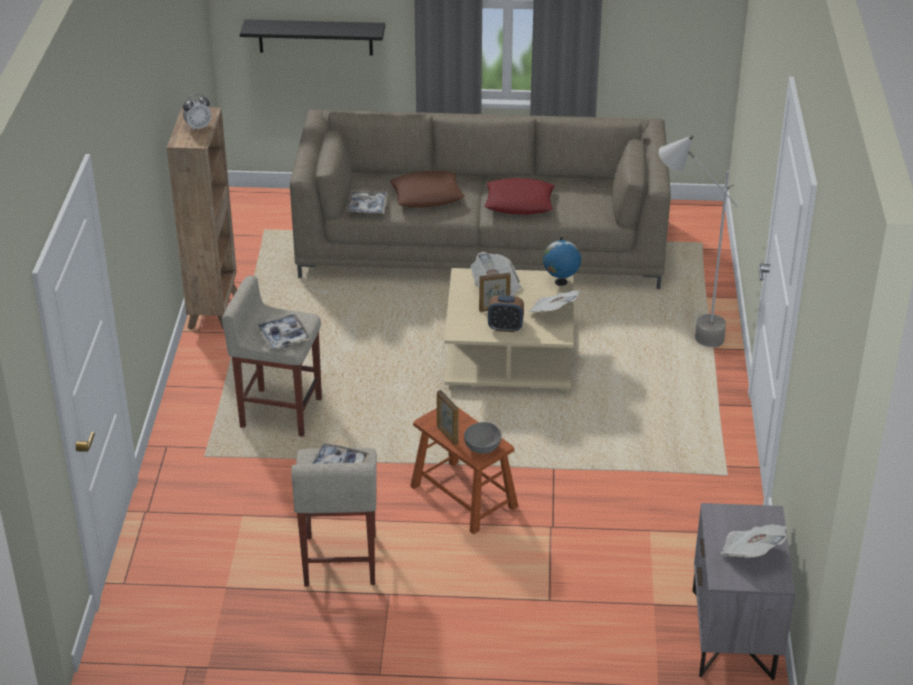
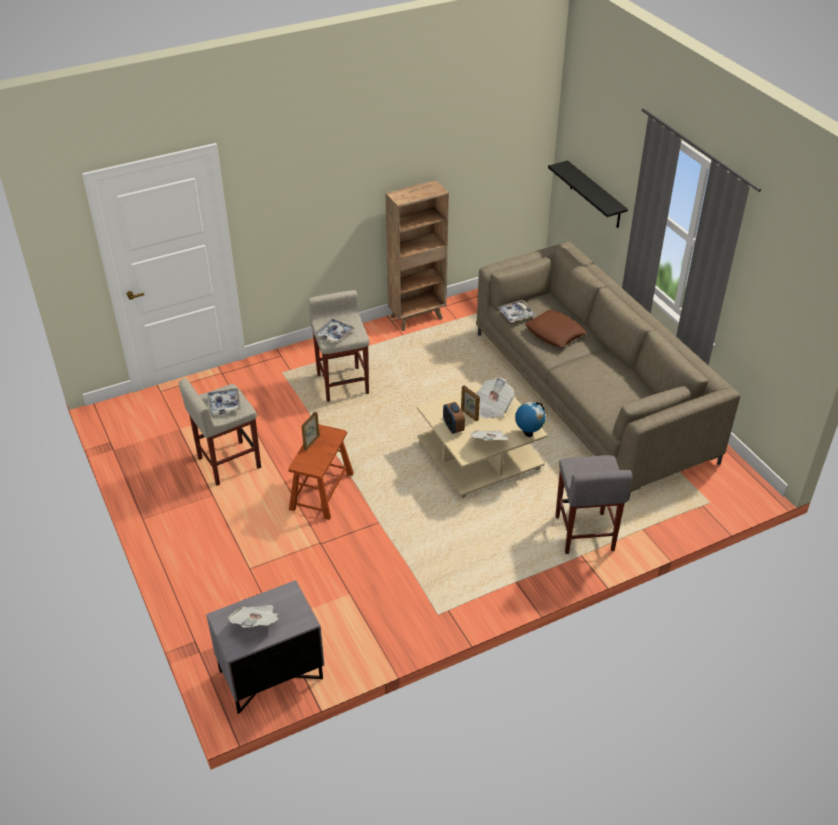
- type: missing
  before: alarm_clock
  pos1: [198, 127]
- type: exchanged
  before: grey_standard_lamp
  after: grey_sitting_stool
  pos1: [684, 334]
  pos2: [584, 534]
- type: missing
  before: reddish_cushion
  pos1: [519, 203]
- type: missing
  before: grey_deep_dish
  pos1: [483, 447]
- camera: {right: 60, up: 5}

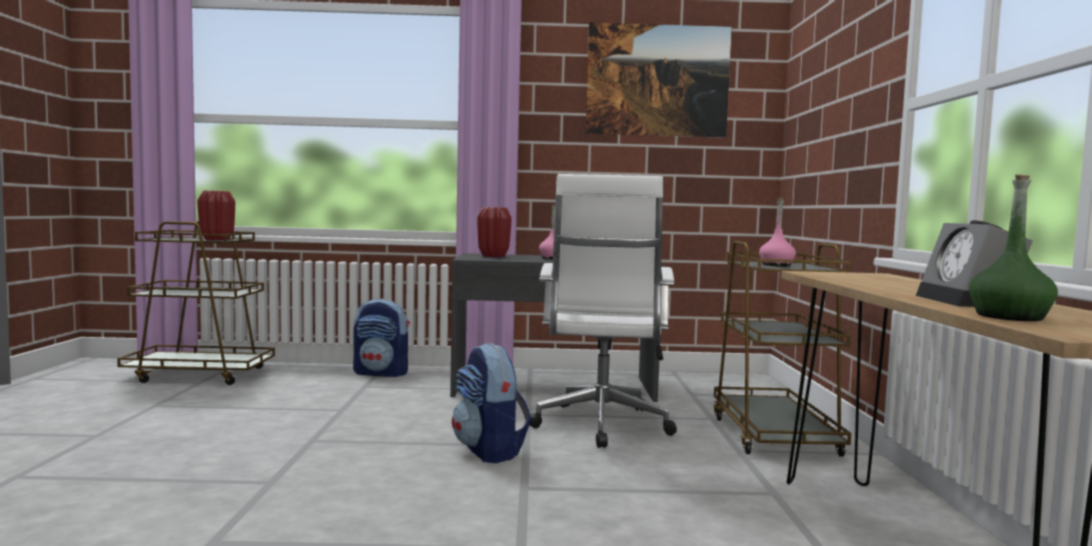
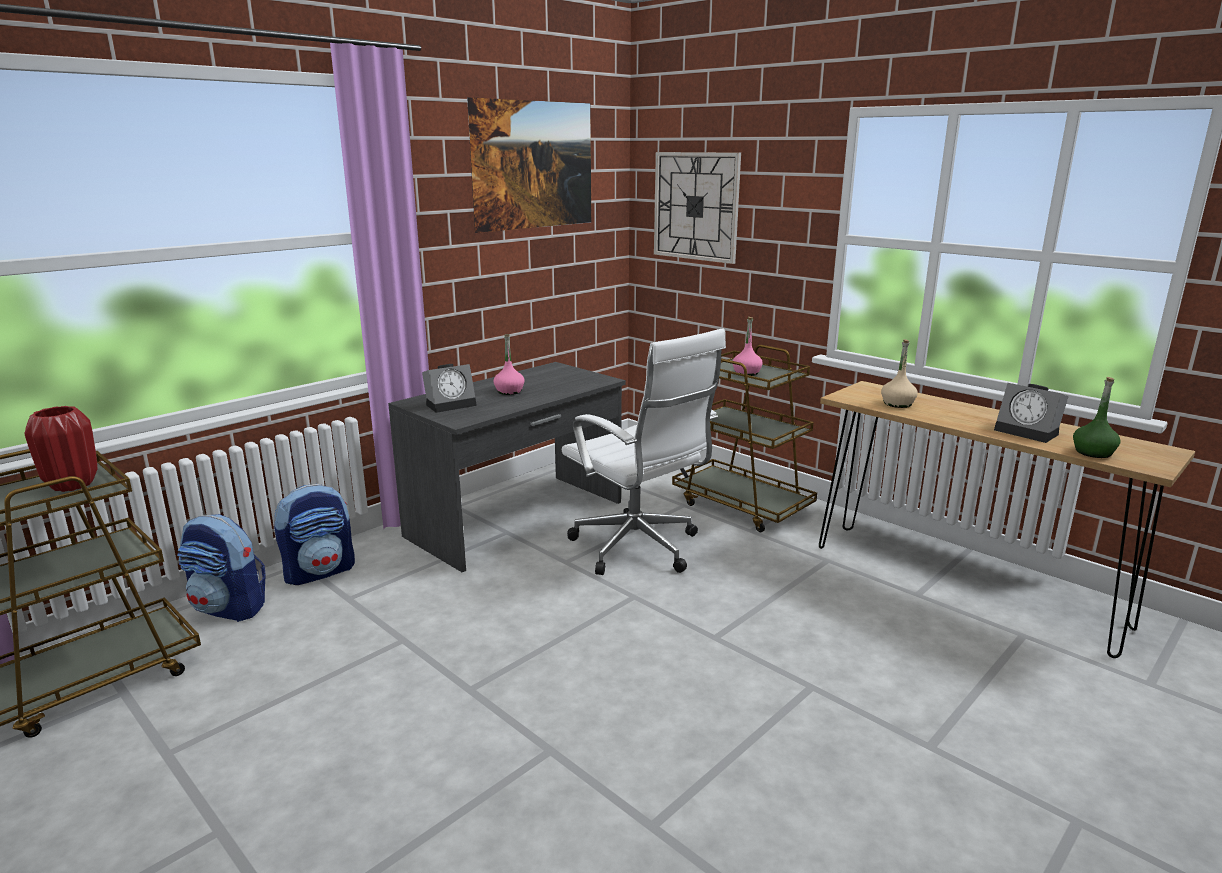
- type: exchanged
  before: reddish_flower_vase
  after: alarm_clock
  pos1: [494, 256]
  pos2: [451, 404]
- type: relocated
  before: knapsack
  pos1: [489, 451]
  pos2: [229, 608]
- type: appeared
  after: hanging_clock
  pos2: [696, 206]
- type: appeared
  after: beige_drink_bottle
  pos2: [897, 404]
- camera: {right: -45, up: 15}

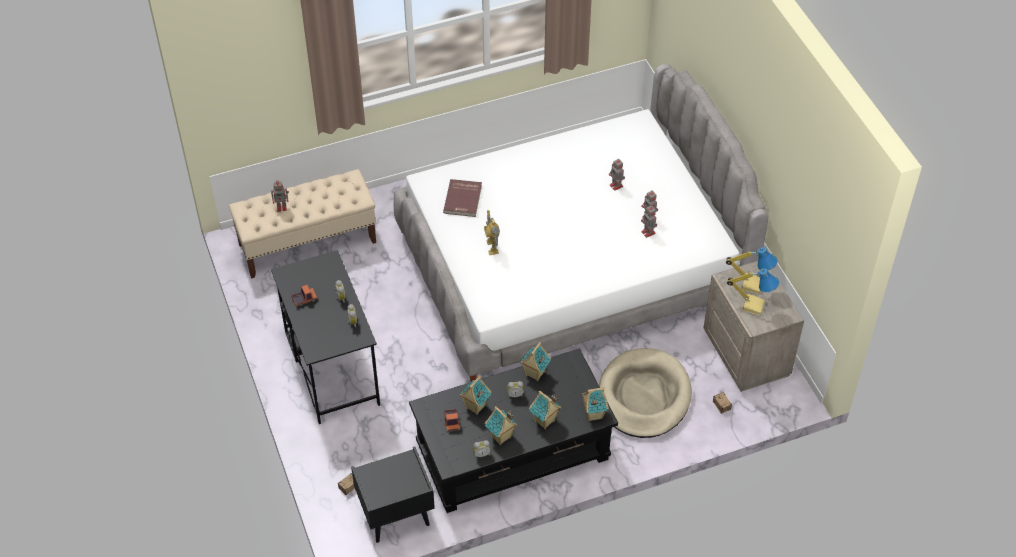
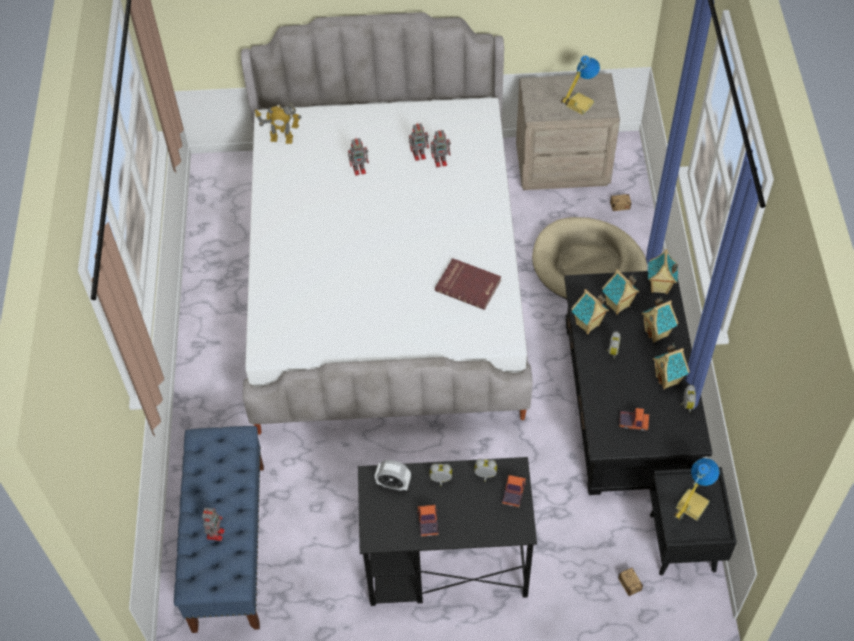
- type: colour
  before: beige_indoor_bench
  after: bluish_indoor_bench
  pos1: [308, 243]
  pos2: [229, 545]
- type: relocated
  before: reddish_bound_book
  pos1: [463, 199]
  pos2: [468, 285]
- type: relocated
  before: robot_figure
  pos1: [492, 247]
  pos2: [281, 139]
- type: relocated
  before: lamp_for_a_table
  pos1: [752, 284]
  pos2: [691, 504]
- type: relocated
  before: model_house
  pos1: [475, 407]
  pos2: [618, 306]
- type: appeared
  after: alarm_clock
  pos2: [393, 484]
- type: appeared
  after: model_truck
  pos2: [513, 493]
- camera: {right: -70, up: 5}

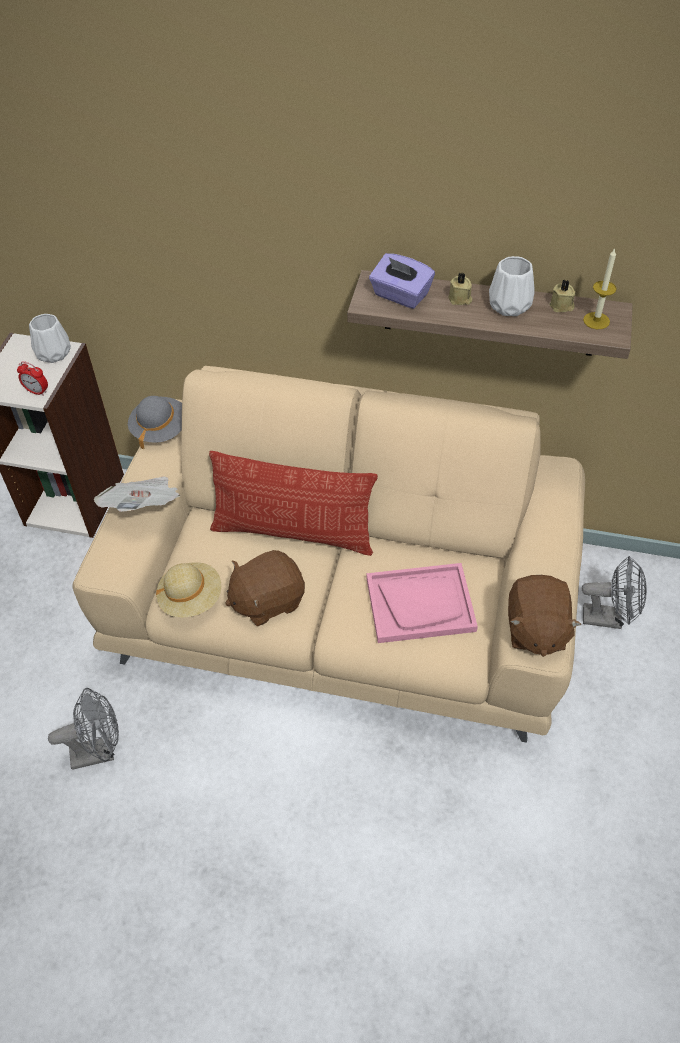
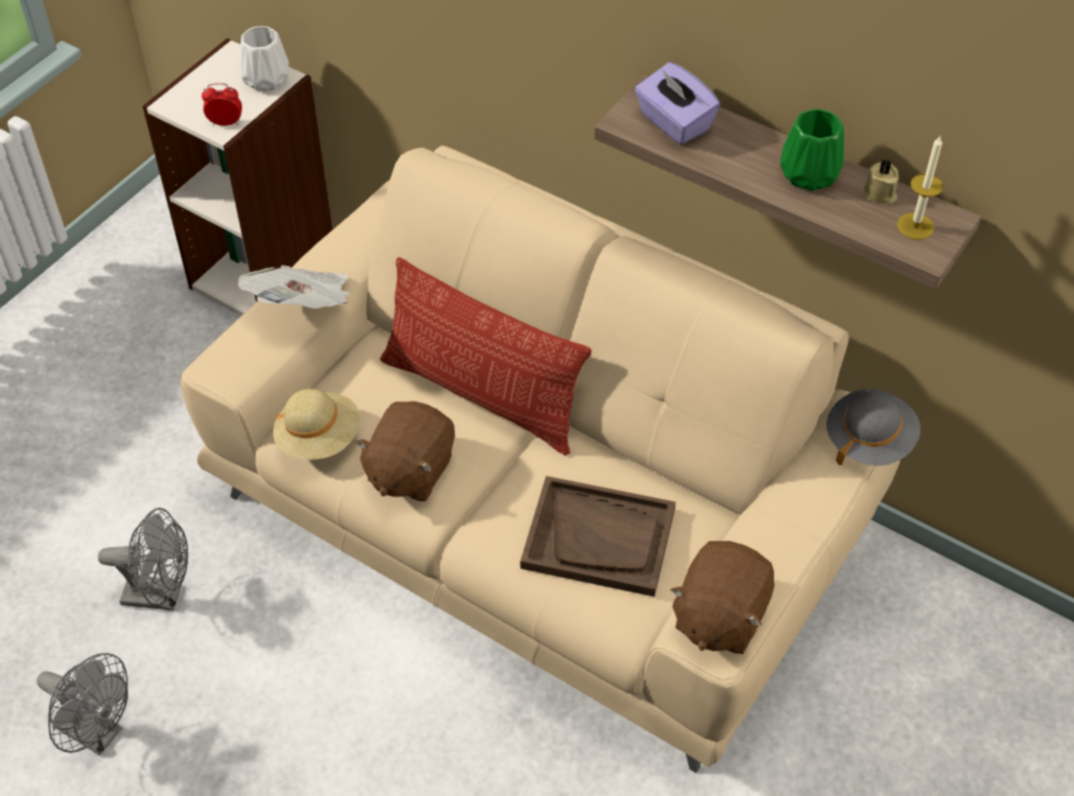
- type: colour
  before: white-coloured_flower_vase
  after: greenish_flower_vase
  pos1: [508, 306]
  pos2: [807, 174]
- type: missing
  before: beige_candle
  pos1: [460, 299]
- type: spun
  before: alarm_clock
  pos1: [37, 391]
  pos2: [225, 123]
  turn: 135
- type: relocated
  before: grey_clothing_hat
  pos1: [160, 430]
  pos2: [869, 440]
- type: spun
  before: brown-coloured_cuddly_toy
  pos1: [267, 600]
  pos2: [409, 470]
  turn: -60
- type: relocated
  before: grey_fan
  pos1: [608, 618]
  pos2: [98, 733]
- type: colour
  before: pink_serving_tray
  after: brown-coloured_serving_tray
  pos1: [420, 604]
  pos2: [599, 538]
- camera: {right: 20, up: 0}

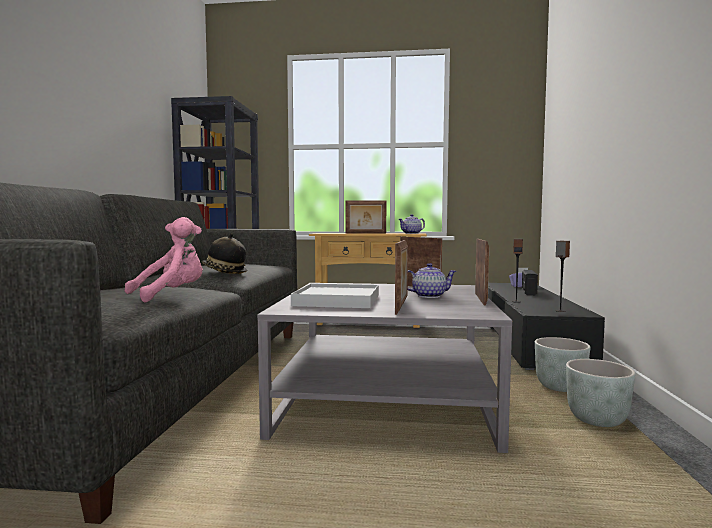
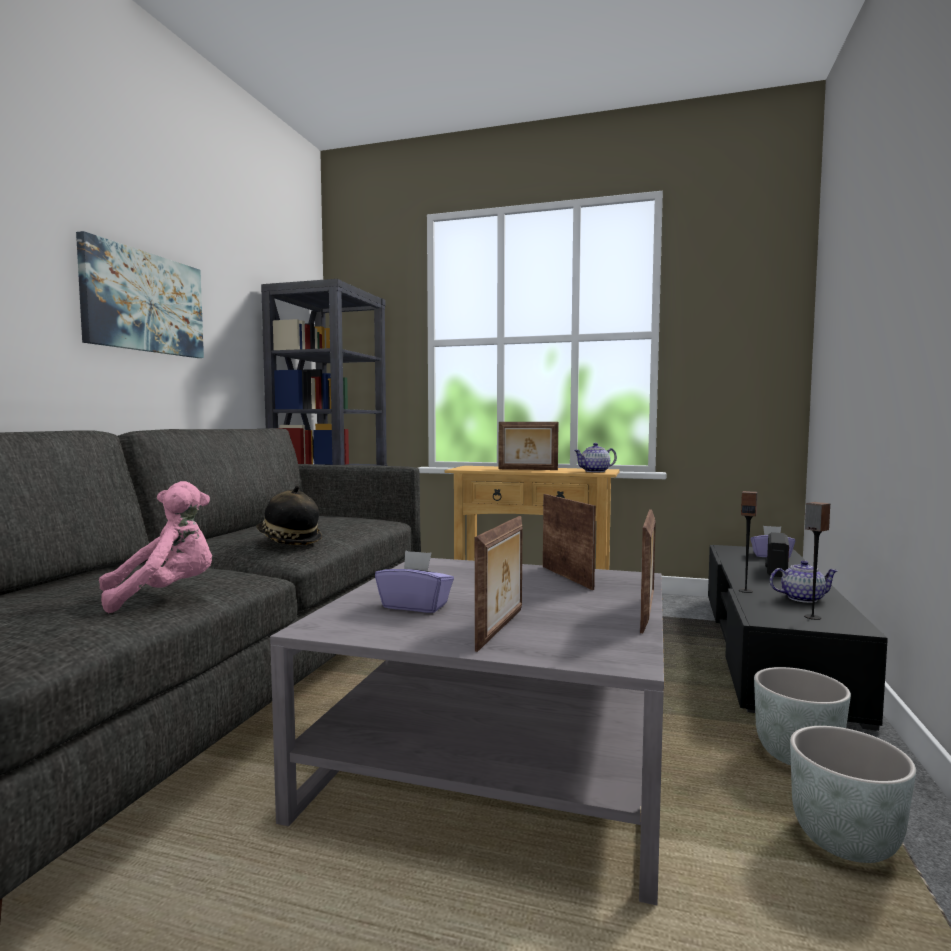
- type: relocated
  before: pot_for_tea
  pos1: [428, 296]
  pos2: [801, 598]
- type: exchanged
  before: white-coloured_serving_tray
  after: purplish_box_of_tissues
  pos1: [337, 300]
  pos2: [415, 606]
- type: appeared
  after: wall_picture
  pos2: [144, 302]
- camera: {right: 10, up: 0}

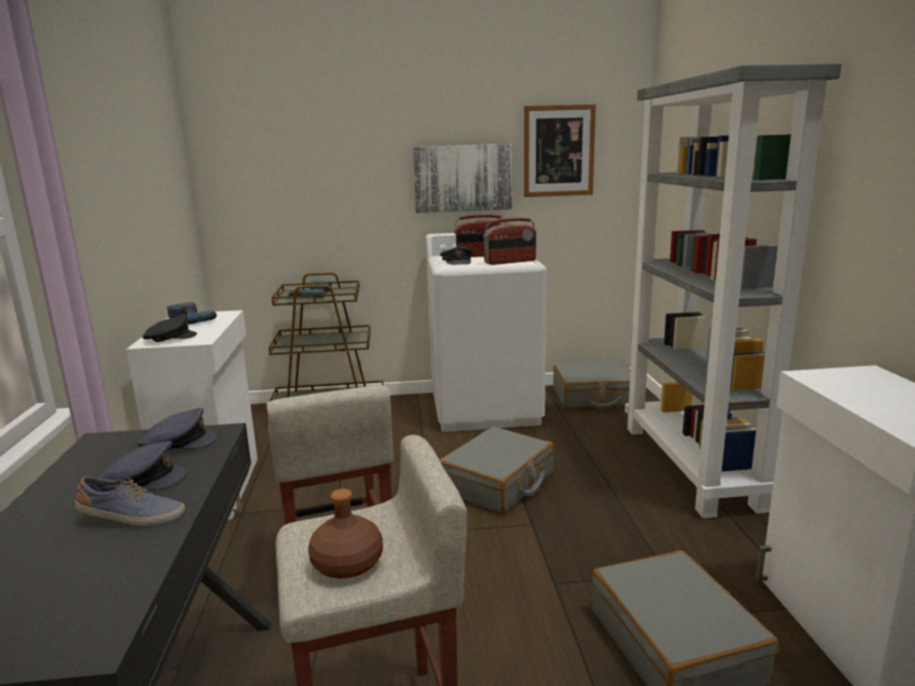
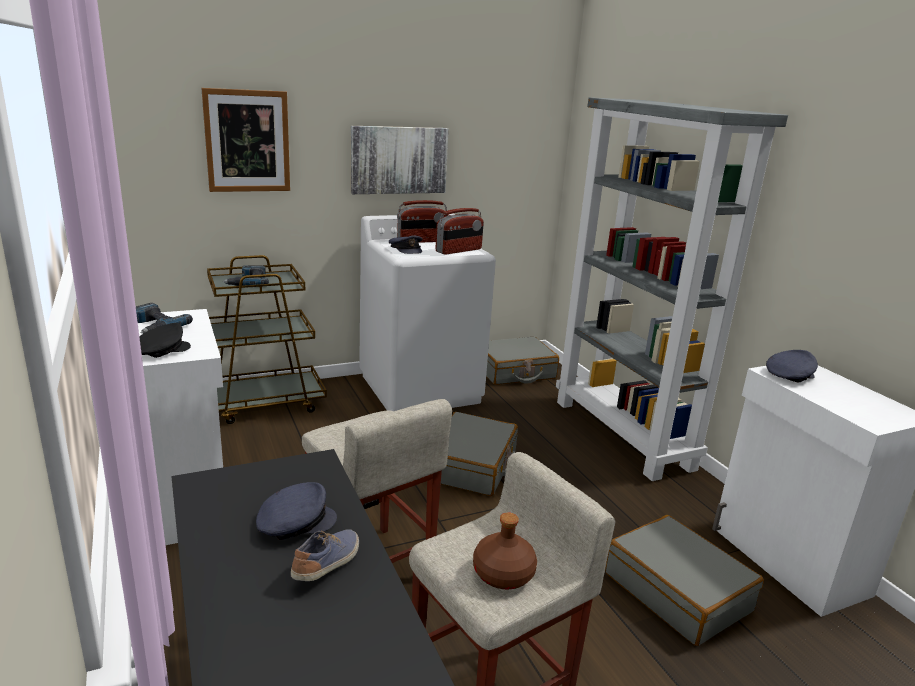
- type: relocated
  before: wall_picture
  pos1: [558, 151]
  pos2: [247, 141]
- type: relocated
  before: grey_peaked_cap
  pos1: [178, 443]
  pos2: [789, 375]
- type: spun
  before: item_of_footwear
  pos1: [131, 518]
  pos2: [328, 564]
  turn: -45
- camera: {right: -20, up: 5}

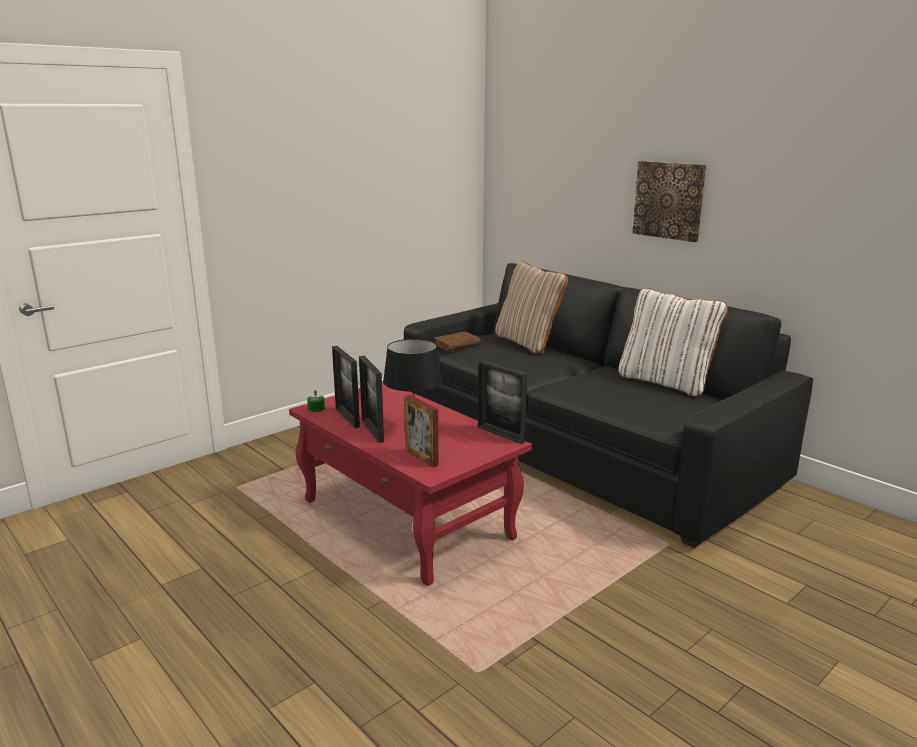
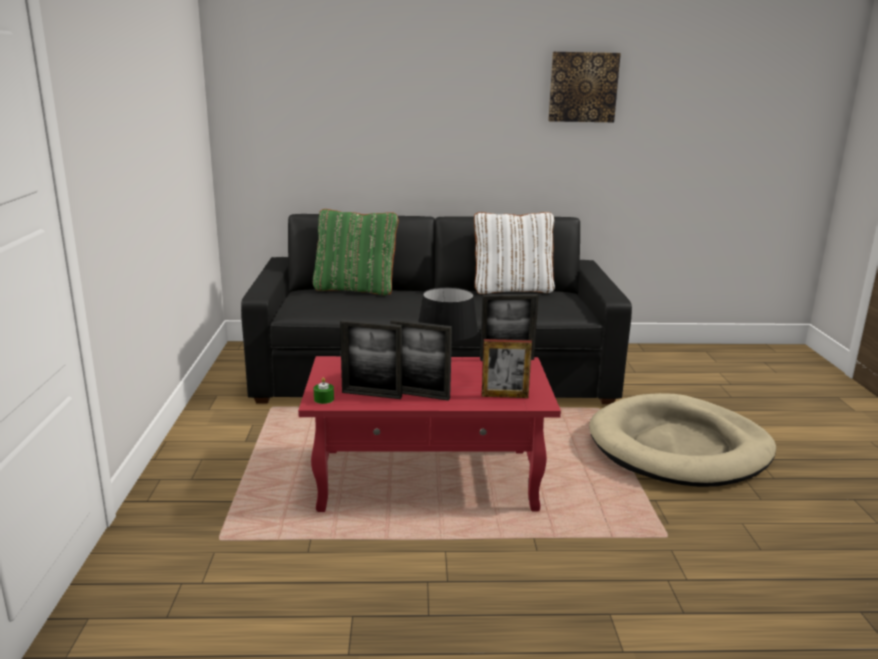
- type: relocated
  before: wall_picture
  pos1: [669, 200]
  pos2: [583, 87]
- type: colour
  before: beige_cushion
  after: greenish_cushion
  pos1: [528, 343]
  pos2: [355, 289]
- type: missing
  before: brown-coloured_bound_book
  pos1: [457, 344]
- type: appeared
  after: beige_dog_bed
  pos2: [679, 447]
- camera: {right: -50, up: 0}

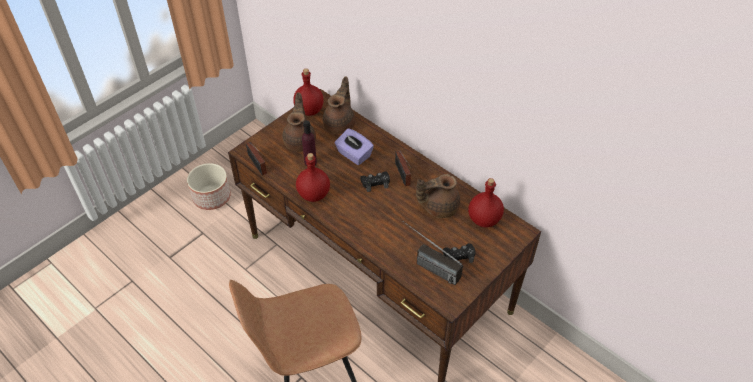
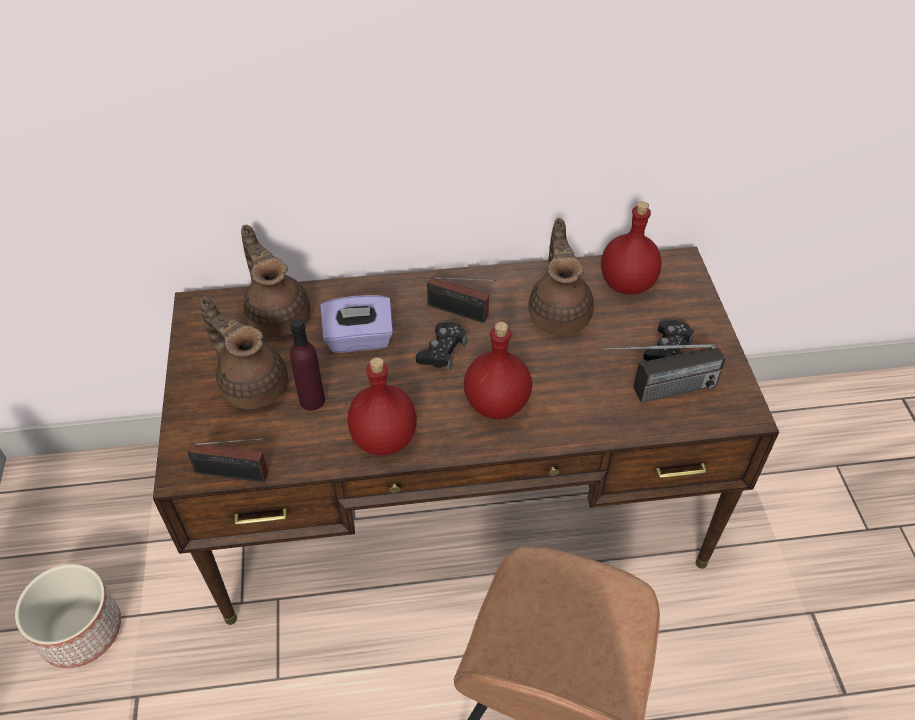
- type: relocated
  before: reddish_drink_bottle
  pos1: [310, 110]
  pos2: [497, 403]
- type: spun
  before: brown-coloured_pot_for_tea
  pos1: [438, 207]
  pos2: [559, 313]
  turn: 150
- camera: {right: -50, up: 0}

